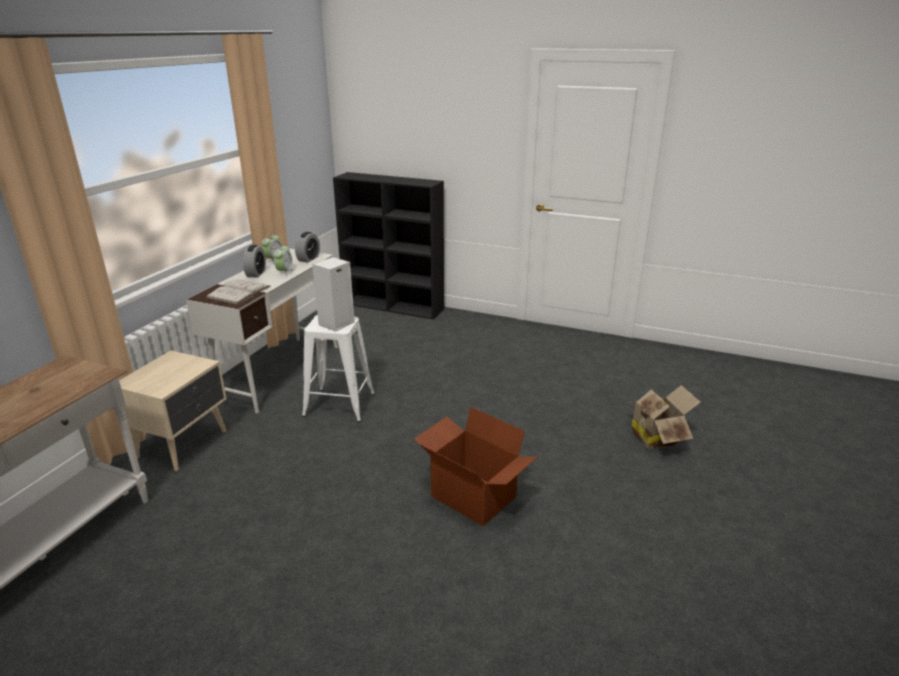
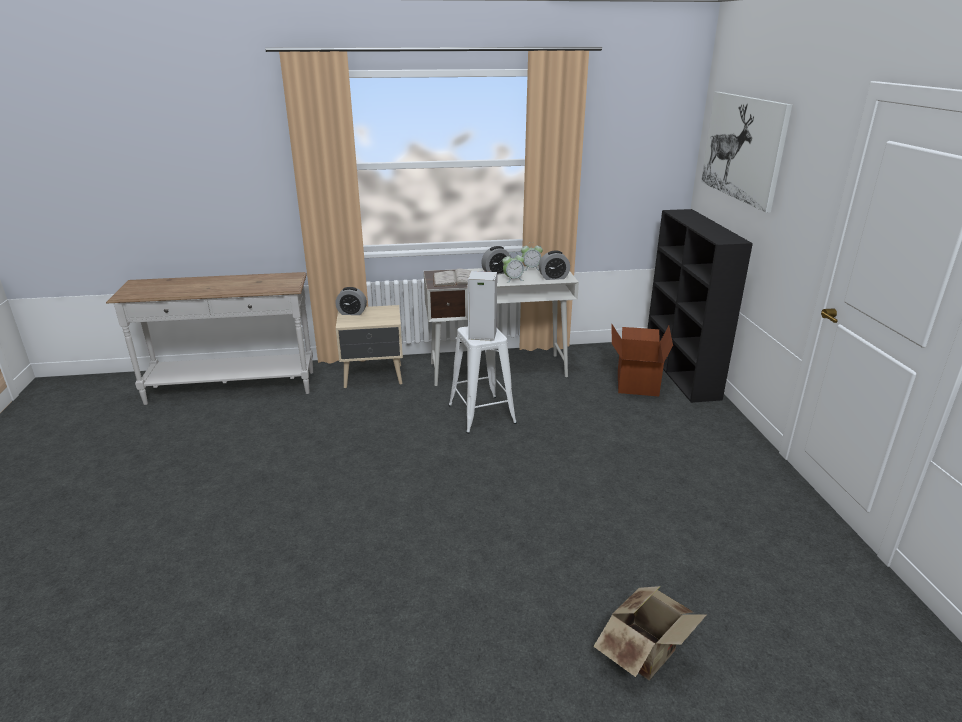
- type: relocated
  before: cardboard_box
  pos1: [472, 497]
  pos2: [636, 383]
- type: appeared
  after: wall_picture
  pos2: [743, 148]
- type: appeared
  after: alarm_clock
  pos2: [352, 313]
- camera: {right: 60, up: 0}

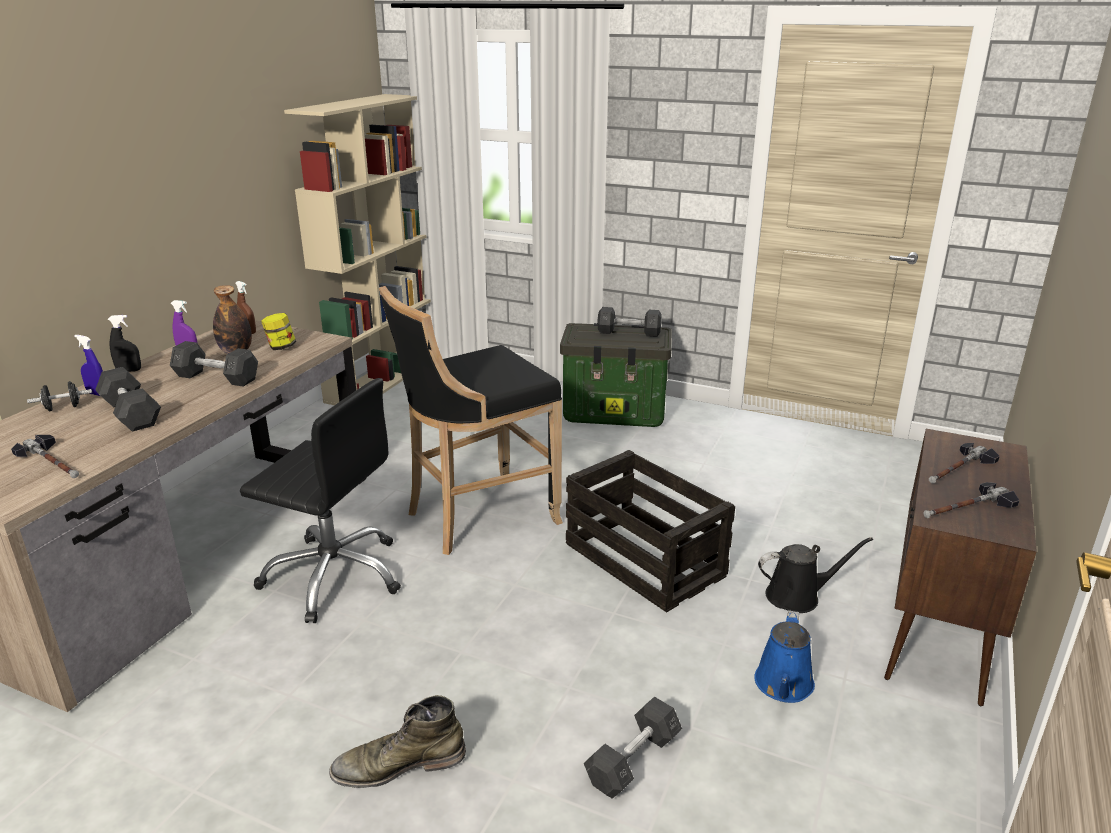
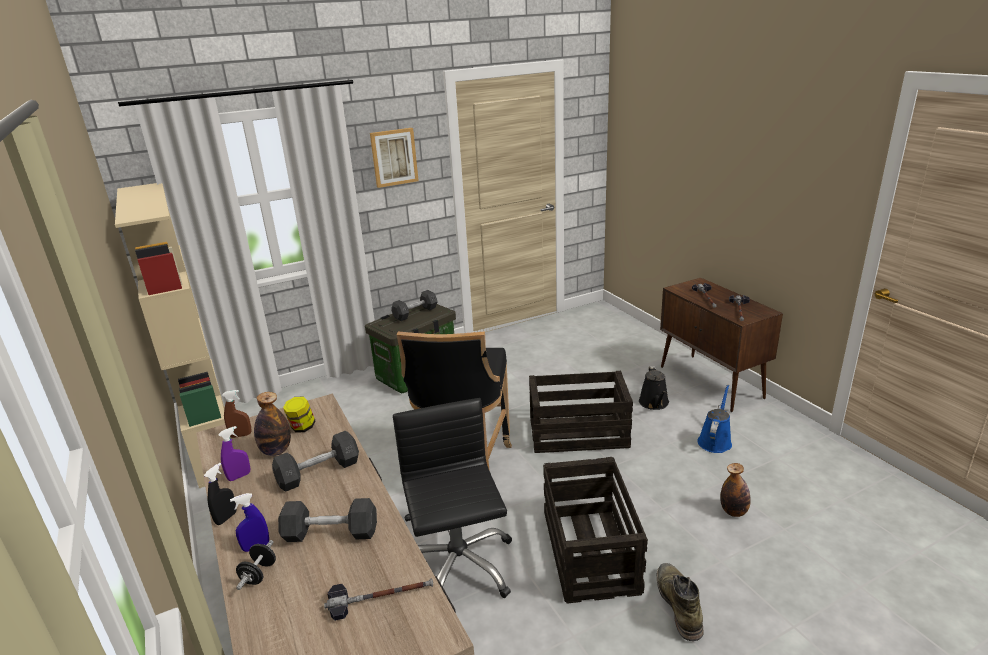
- type: spun
  before: black_desk_chair
  pos1: [334, 575]
  pos2: [458, 567]
  turn: -75
- type: spun
  before: black_watering_pot
  pos1: [798, 596]
  pos2: [654, 403]
  turn: 150
- type: spun
  before: bluish_watering_pot
  pos1: [783, 686]
  pos2: [715, 441]
  turn: -120
- type: spun
  before: greenish_boot
  pos1: [399, 765]
  pos2: [678, 604]
  turn: 150
- type: exchanged
  before: grey_free_weight
  after: drink_bottle
  pos1: [633, 760]
  pos2: [733, 511]
- type: appeared
  after: wall_picture
  pos2: [394, 157]
- type: appeared
  after: packing_crate
  pos2: [590, 552]
- camera: {right: -50, up: 0}

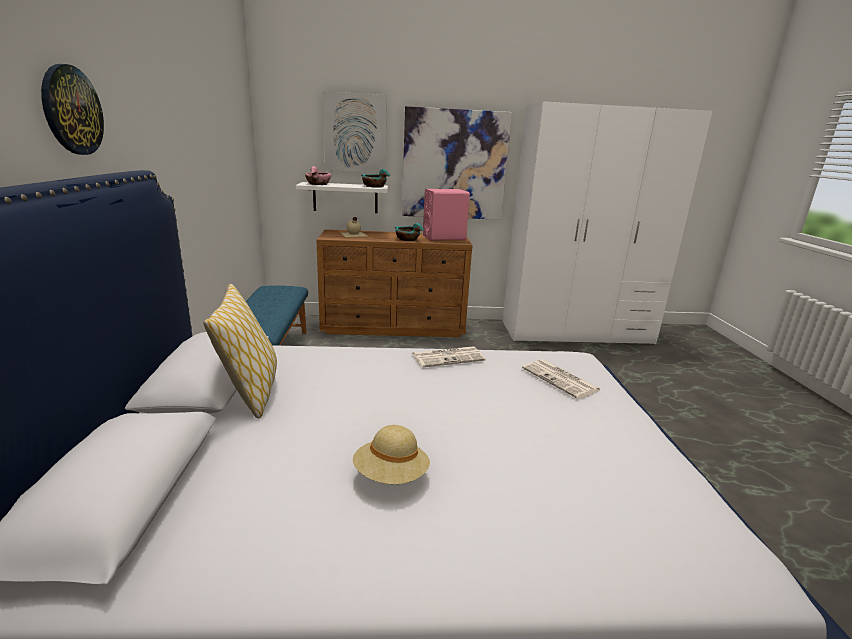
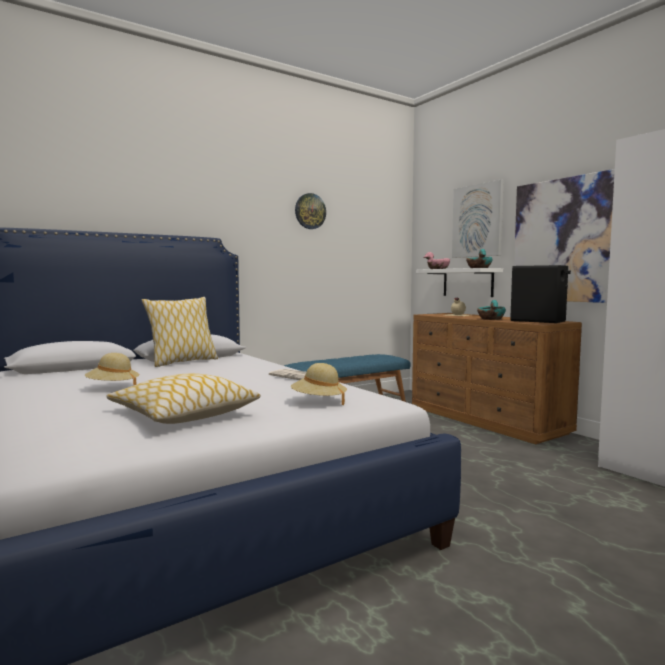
- type: relocated
  before: hanging_clock
  pos1: [71, 110]
  pos2: [310, 211]
- type: colour
  before: pink_speaker
  after: black_speaker
  pos1: [444, 237]
  pos2: [538, 321]
- type: exchanged
  before: printed_paper
  after: beige_clothing_hat
  pos1: [561, 379]
  pos2: [318, 401]
- type: appeared
  after: cushion
  pos2: [183, 415]
- camera: {right: 60, up: -15}

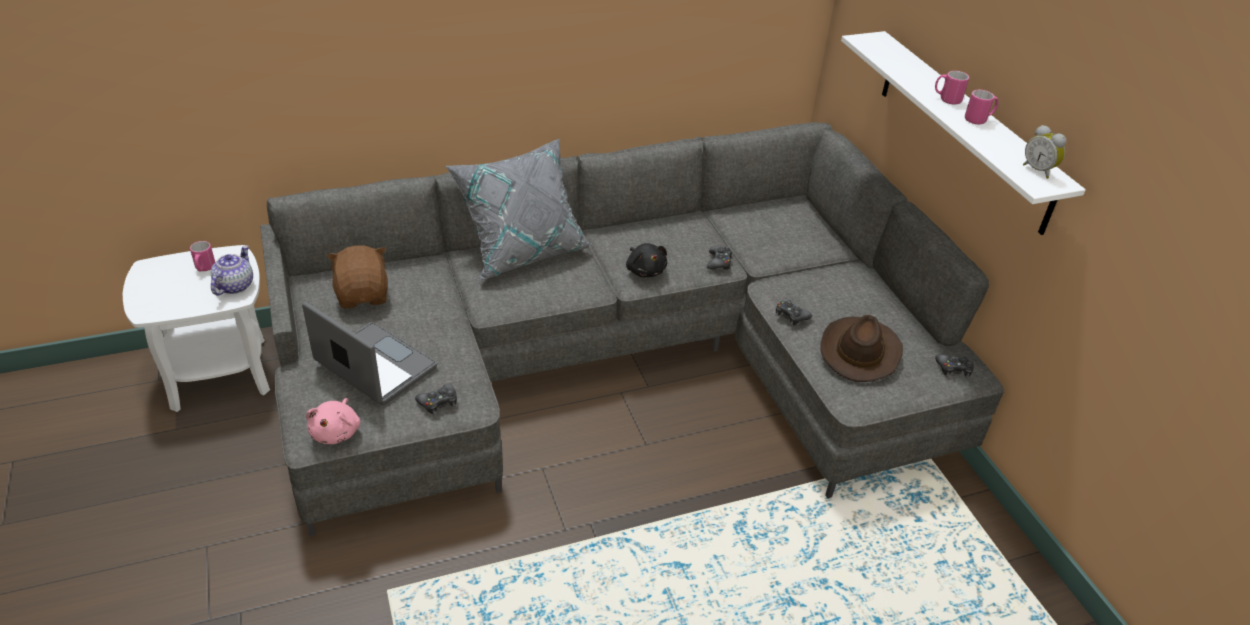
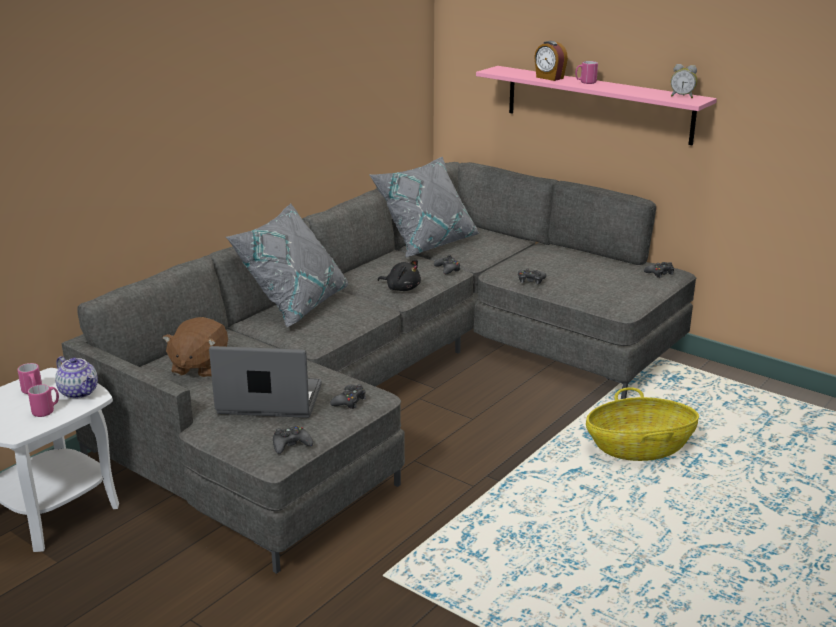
- type: colour
  before: white-coloured_wall_shelf
  after: pink_wall_shelf
  pos1: [964, 129]
  pos2: [598, 104]
- type: relocated
  before: pink_mug
  pos1: [979, 119]
  pos2: [46, 411]
- type: spun
  before: pot_for_tea
  pos1: [234, 285]
  pos2: [79, 392]
  turn: 150
- type: spun
  before: brown-coloured_cuddly_toy
  pos1: [363, 295]
  pos2: [199, 367]
  turn: -120
- type: missing
  before: brown-coloured_clothing_hat
  pos1: [859, 351]
- type: exchanged
  before: pink_cuddly_toy
  after: black_game_controller
  pos1: [336, 432]
  pos2: [291, 445]
- type: appeared
  after: alarm_clock
  pos2: [549, 78]
- type: appeared
  after: grey_cushion
  pos2: [426, 243]
- type: appeared
  after: basket
  pos2: [639, 448]
- camera: {right: -30, up: -15}

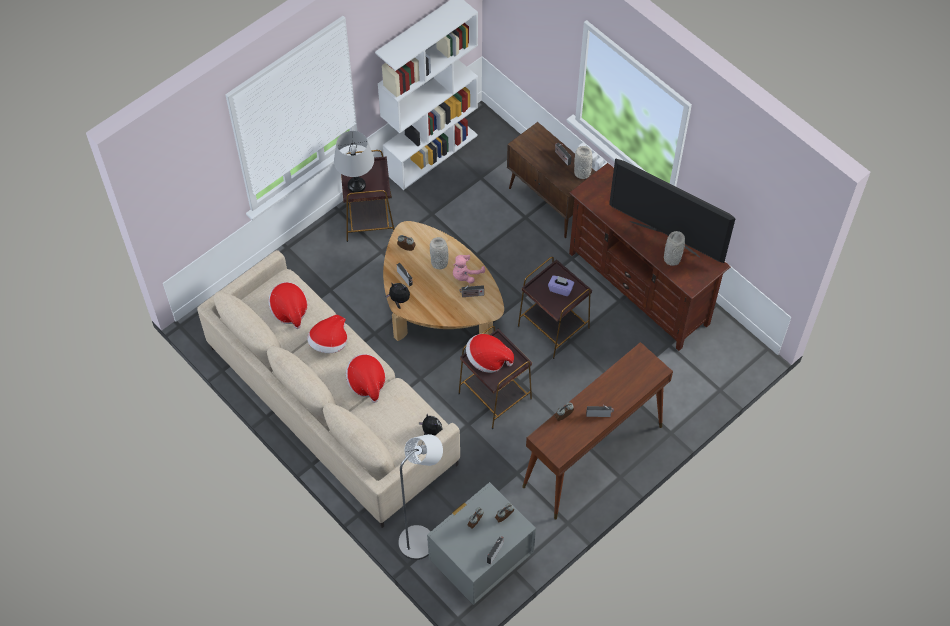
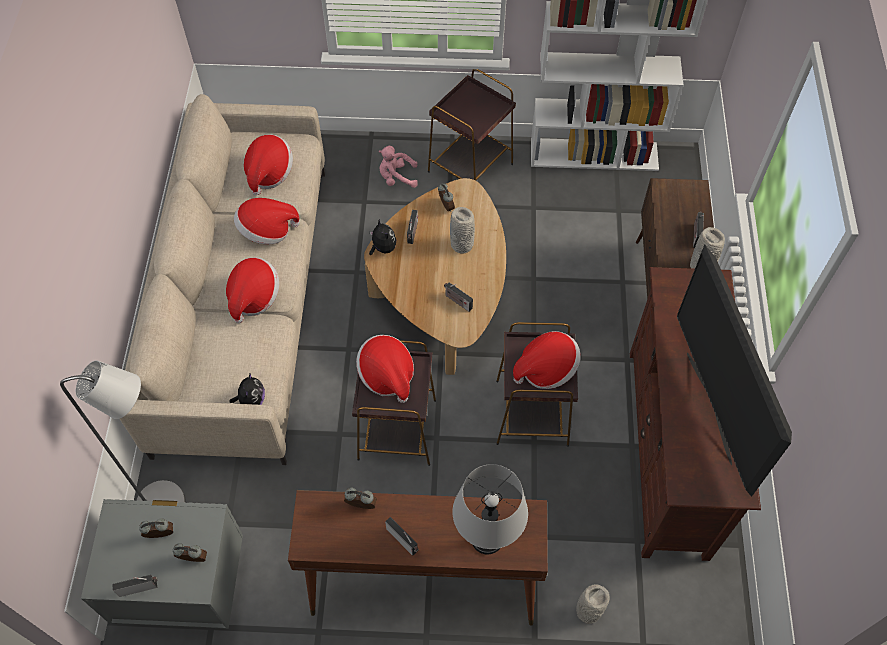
- type: relocated
  before: grey_lamp_for_a_table
  pos1: [356, 185]
  pos2: [487, 538]
- type: relocated
  before: grey_flower_vase
  pos1: [672, 259]
  pos2: [587, 611]
- type: relocated
  before: pink_cuddly_toy
  pos1: [465, 275]
  pos2: [396, 177]
- type: exchanged
  before: purplish_box_of_tissues
  after: clothing_hat
  pos1: [560, 289]
  pos2: [546, 369]
- camera: {right: 45, up: 0}

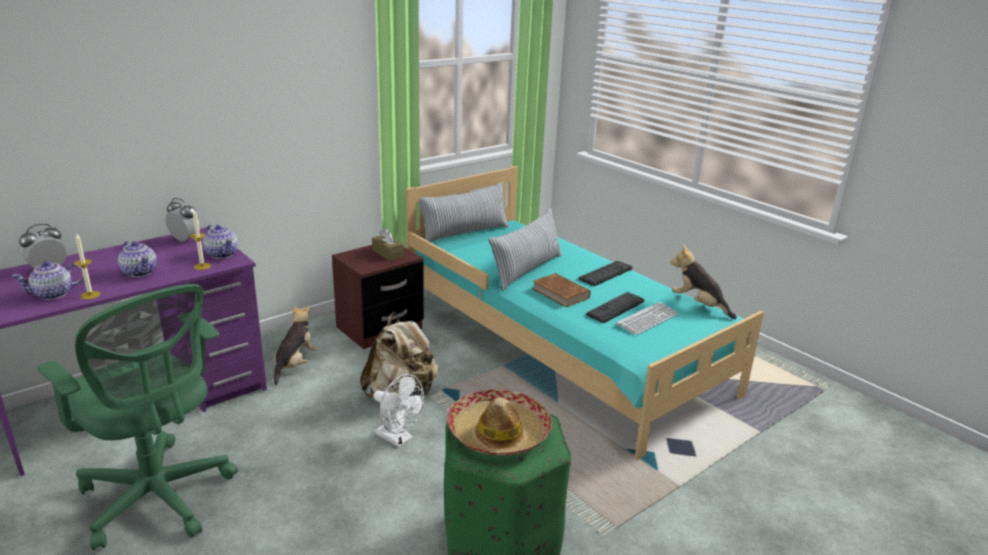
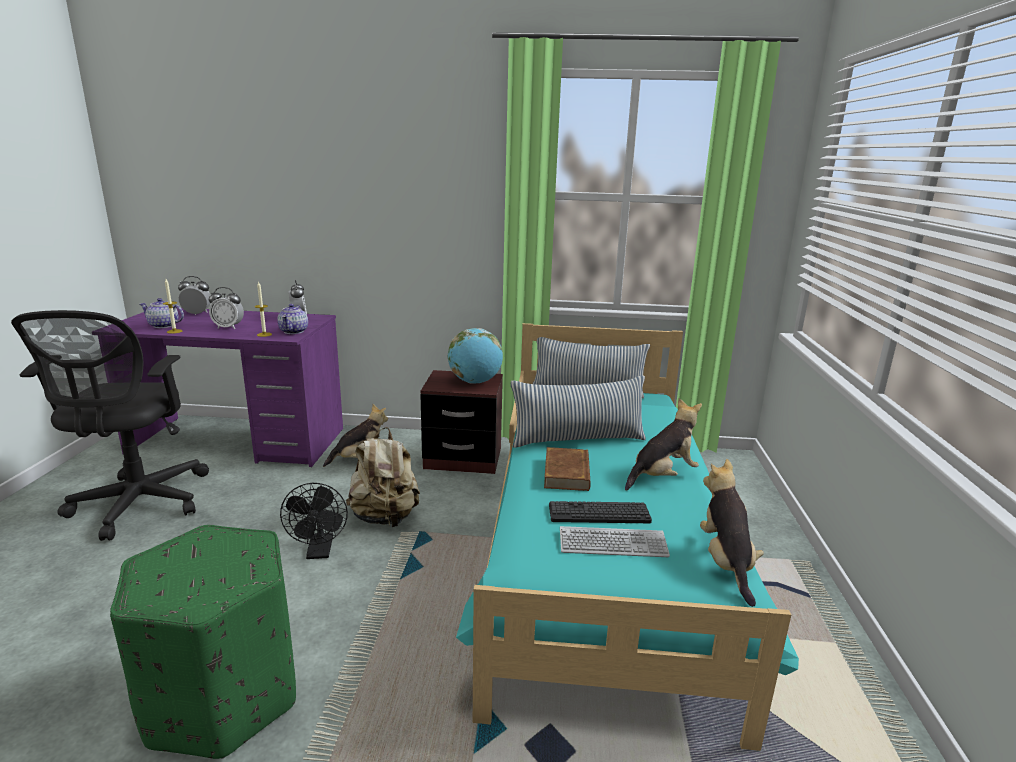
- type: exchanged
  before: brown-coloured_box_of_tissues
  after: world_globe
  pos1: [387, 253]
  pos2: [475, 382]
- type: exchanged
  before: pot_for_tea
  after: alarm_clock
  pos1: [140, 272]
  pos2: [228, 327]
- type: exchanged
  before: PC_keyboard
  after: cuddly_toy
  pos1: [605, 274]
  pos2: [662, 476]
- type: colour
  before: greenish_desk_chair
  after: black_desk_chair
  pos1: [159, 499]
  pos2: [137, 506]
- type: colour
  before: white-coloured_fan
  after: black_fan
  pos1: [398, 439]
  pos2: [320, 552]
- type: missing
  before: clothing_hat
  pos1: [498, 433]
- camera: {right: 45, up: -5}

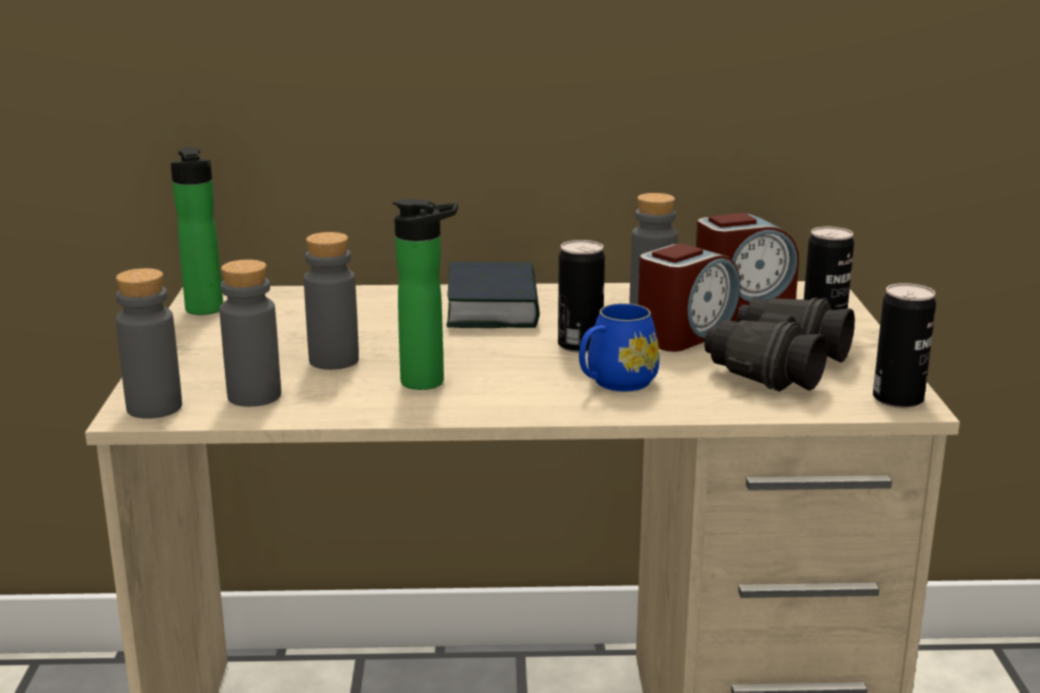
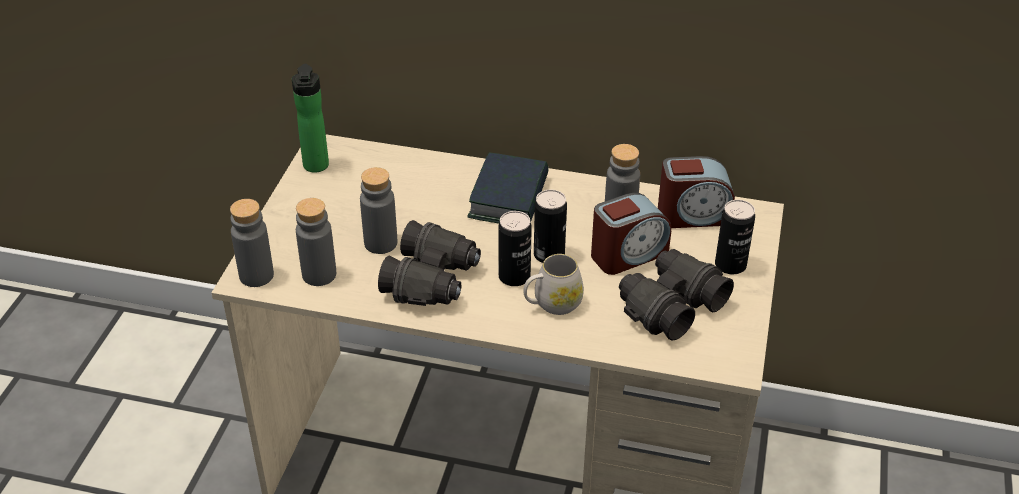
- type: exchanged
  before: drink_bottle
  after: black_pair_of_binoculars
  pos1: [429, 382]
  pos2: [432, 280]
- type: relocated
  before: metal_can
  pos1: [897, 399]
  pos2: [514, 277]
- type: colour
  before: bluish_mug
  after: white-coloured_mug
  pos1: [615, 383]
  pos2: [552, 304]
- camera: {right: 15, up: 20}

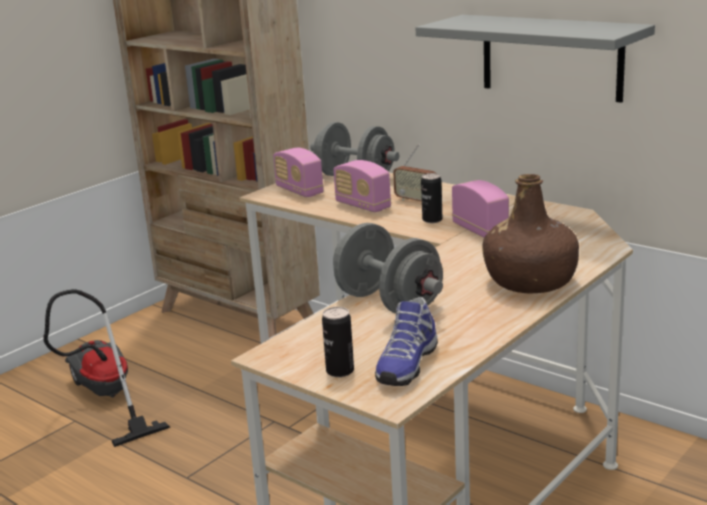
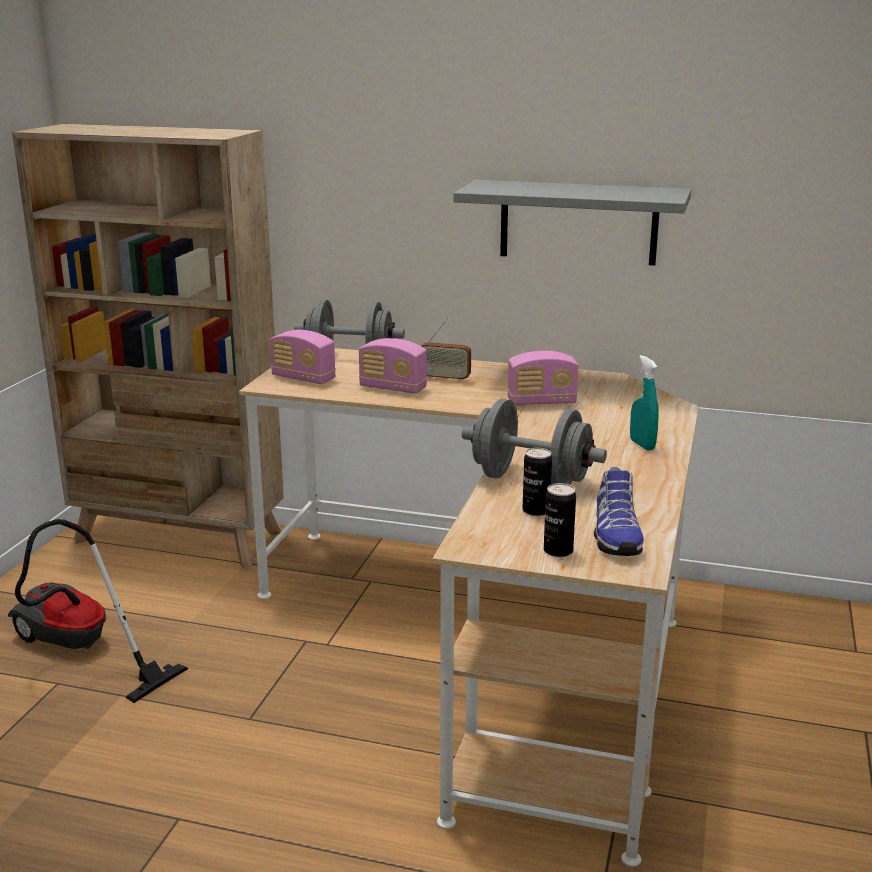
- type: relocated
  before: metal_can
  pos1: [432, 220]
  pos2: [536, 511]
- type: exchanged
  before: brown-coloured_drink_bottle
  after: blue-green_hand_sprayer
  pos1: [530, 281]
  pos2: [642, 445]
- type: spun
  before: radio_set
  pos1: [480, 230]
  pos2: [541, 402]
  turn: 135
- camera: {right: -25, up: 0}

